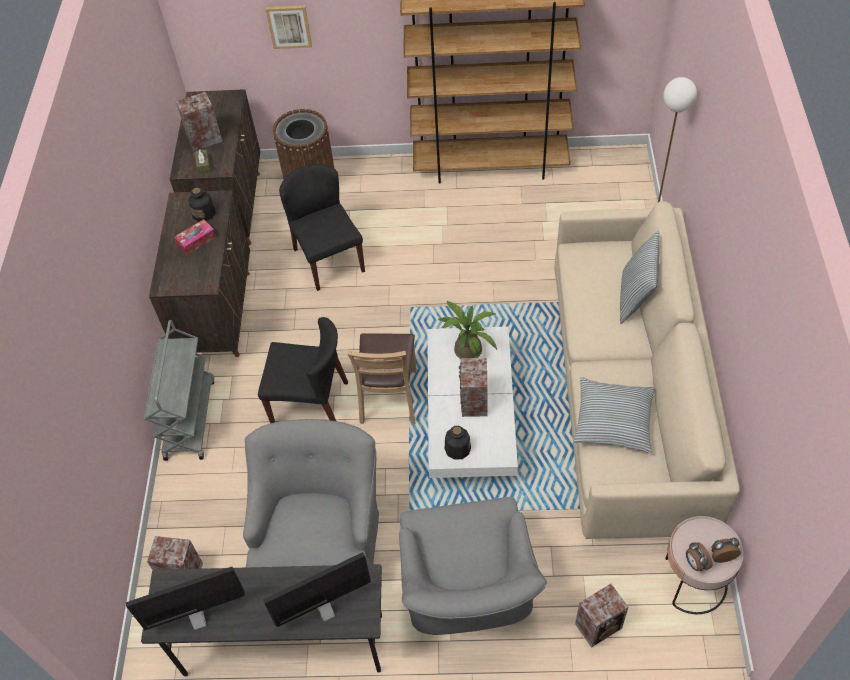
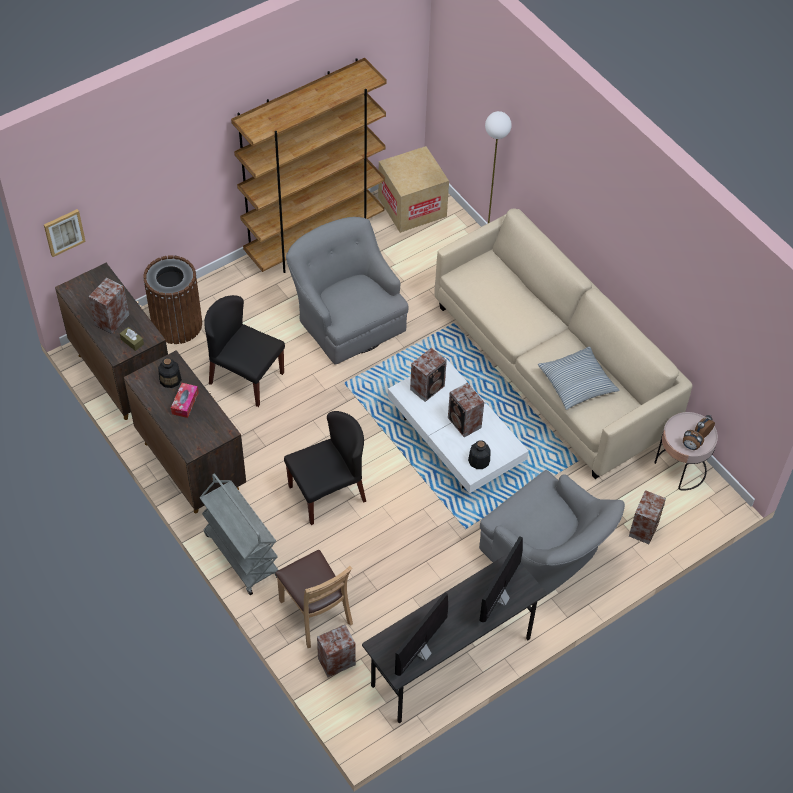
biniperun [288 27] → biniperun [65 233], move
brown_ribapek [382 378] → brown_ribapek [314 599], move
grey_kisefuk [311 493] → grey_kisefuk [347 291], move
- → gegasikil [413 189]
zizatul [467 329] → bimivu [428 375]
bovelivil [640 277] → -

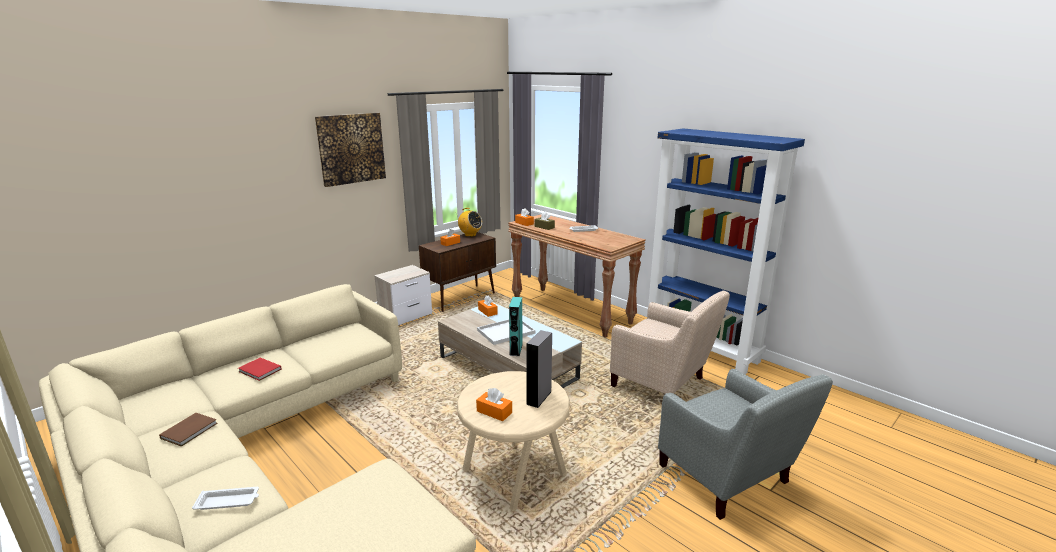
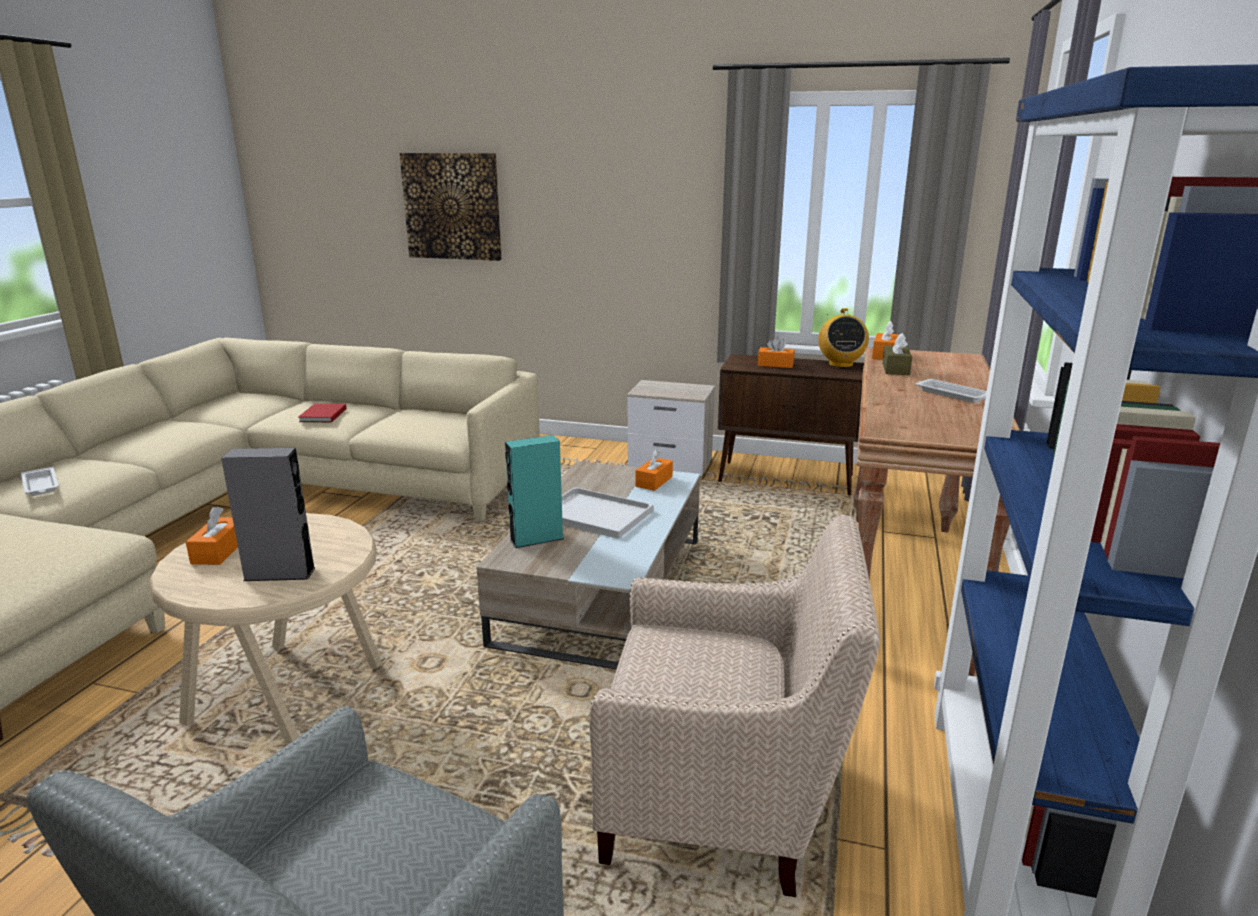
biniperun [350 150] → biniperun [451 207], move
beige_kisefuk [670 342] → beige_kisefuk [734 705], 90 degrees counterclockwise
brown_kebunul [188 430] → -

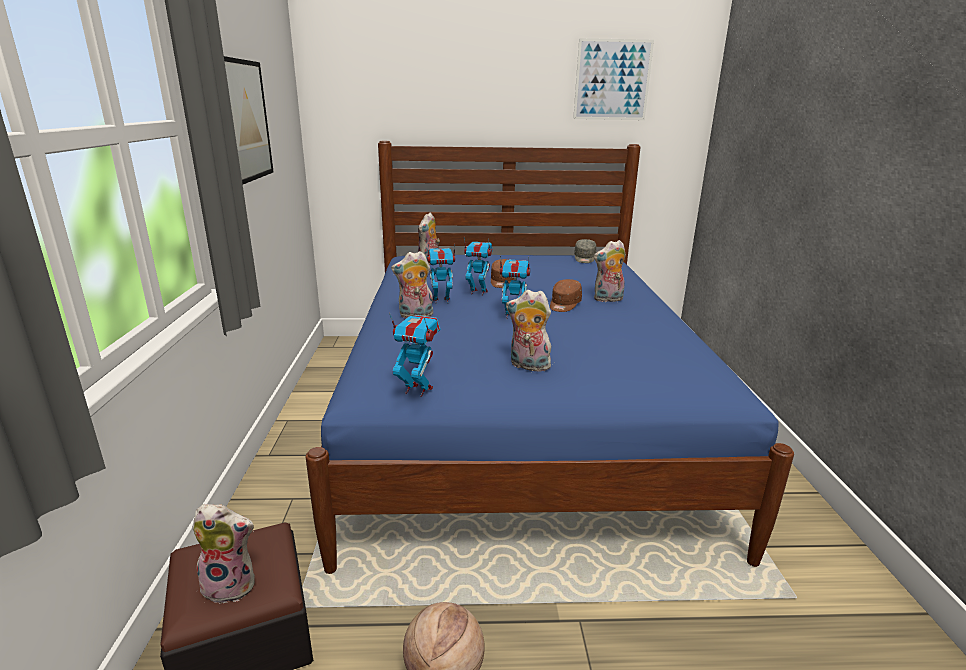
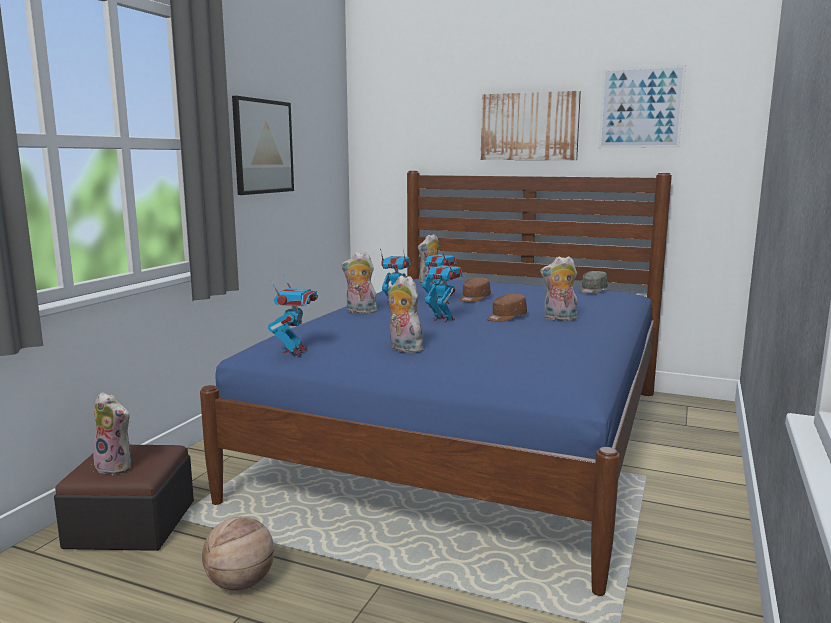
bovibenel [414 355] → bovibenel [293 314], 60 degrees clockwise
- → biniperun [531 125]

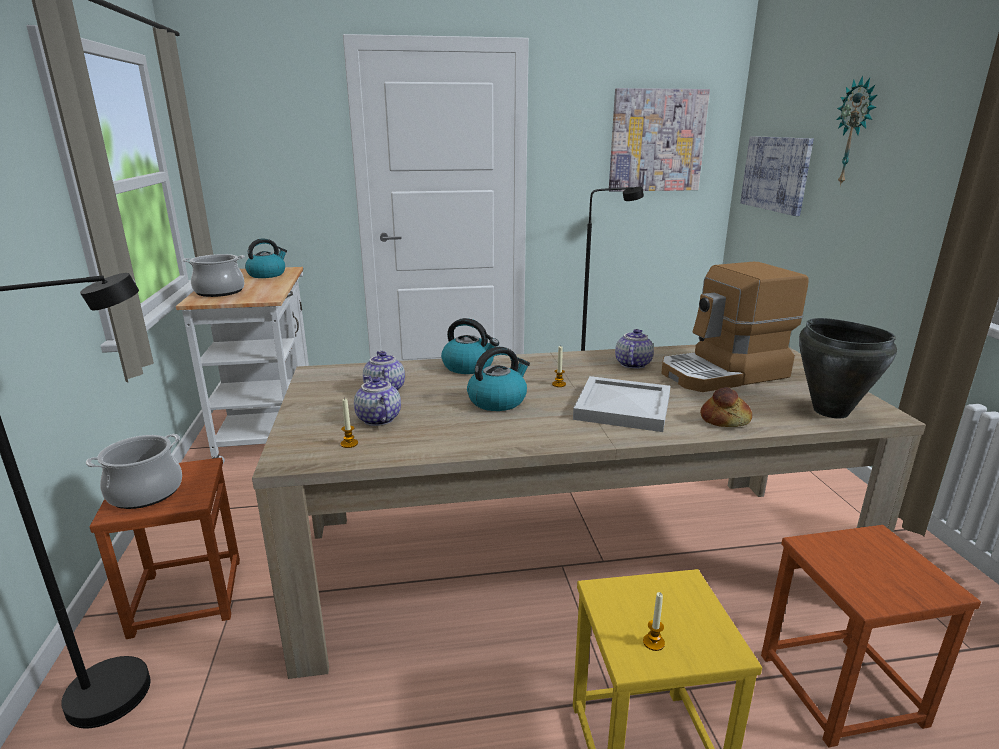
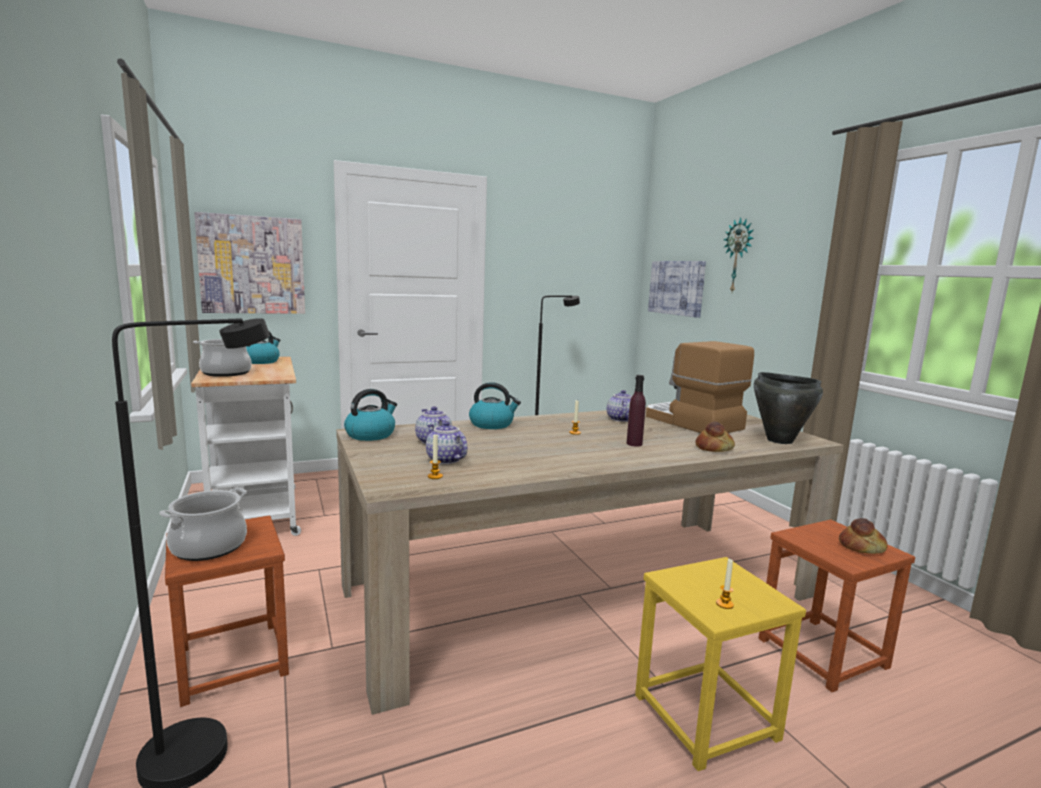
biniperun [659 140] → biniperun [249 263], move
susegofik [498 379] → susegofik [370 415], move
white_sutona [621 404] → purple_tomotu [636 411]
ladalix [735 327] → ladalix [700 387], 90 degrees clockwise
- → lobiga [863 536]

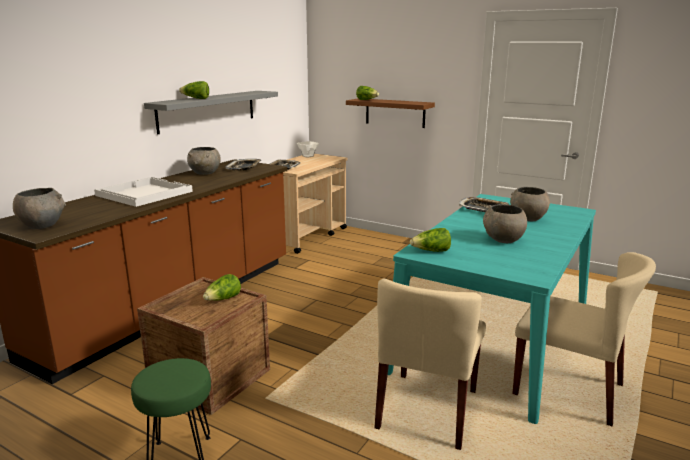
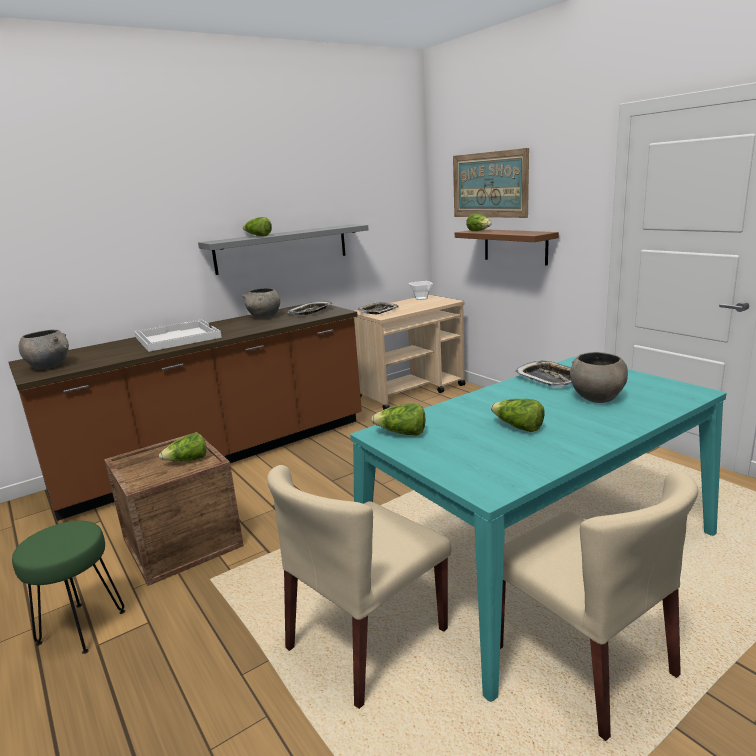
- → biniperun [491 183]
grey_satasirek [505 224] → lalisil [517 415]

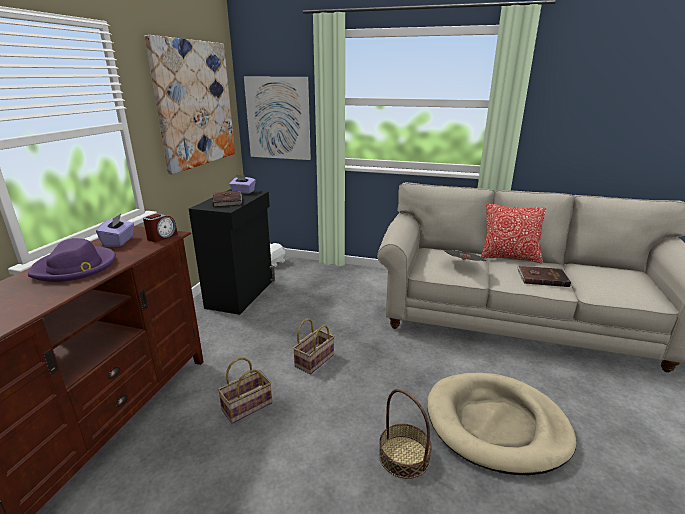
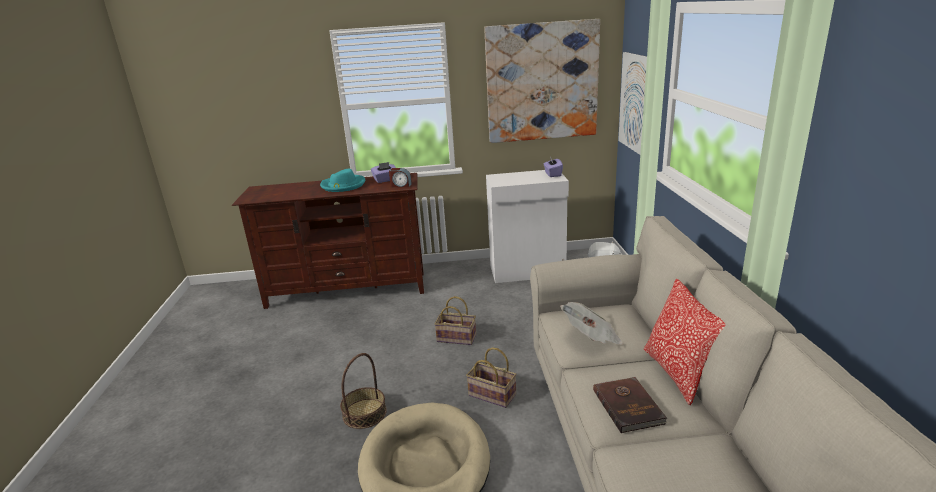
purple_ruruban [72 260] → turquoise_ruruban [342 180]
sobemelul [245 390] → sobemelul [491 377], move
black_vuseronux [232 252] → white_vuseronux [527 226]
brown_kebunul [227 199] → -

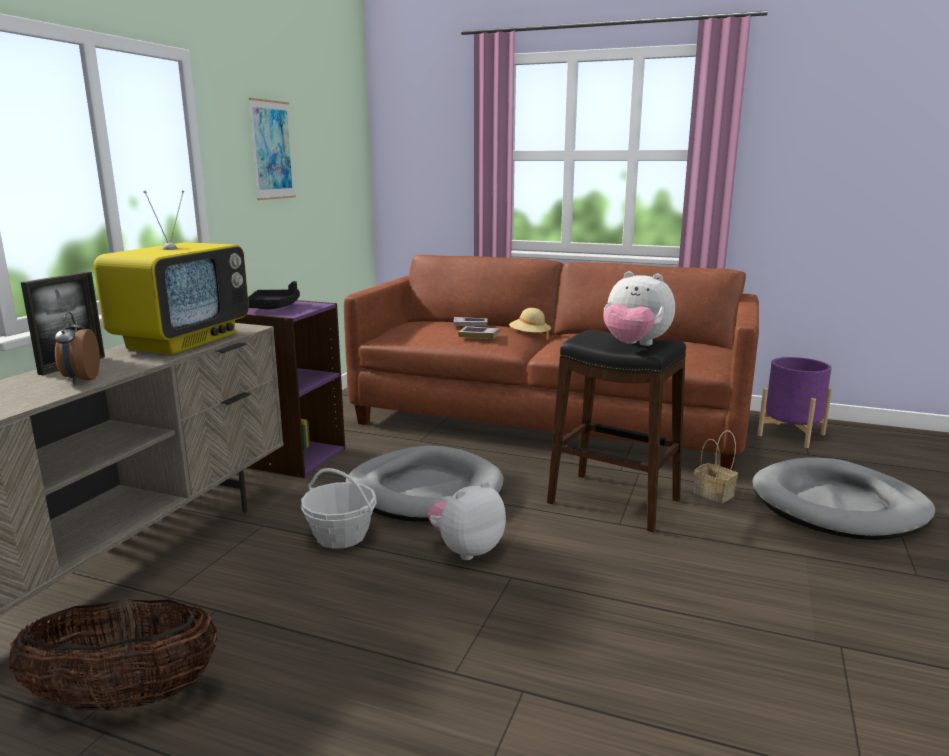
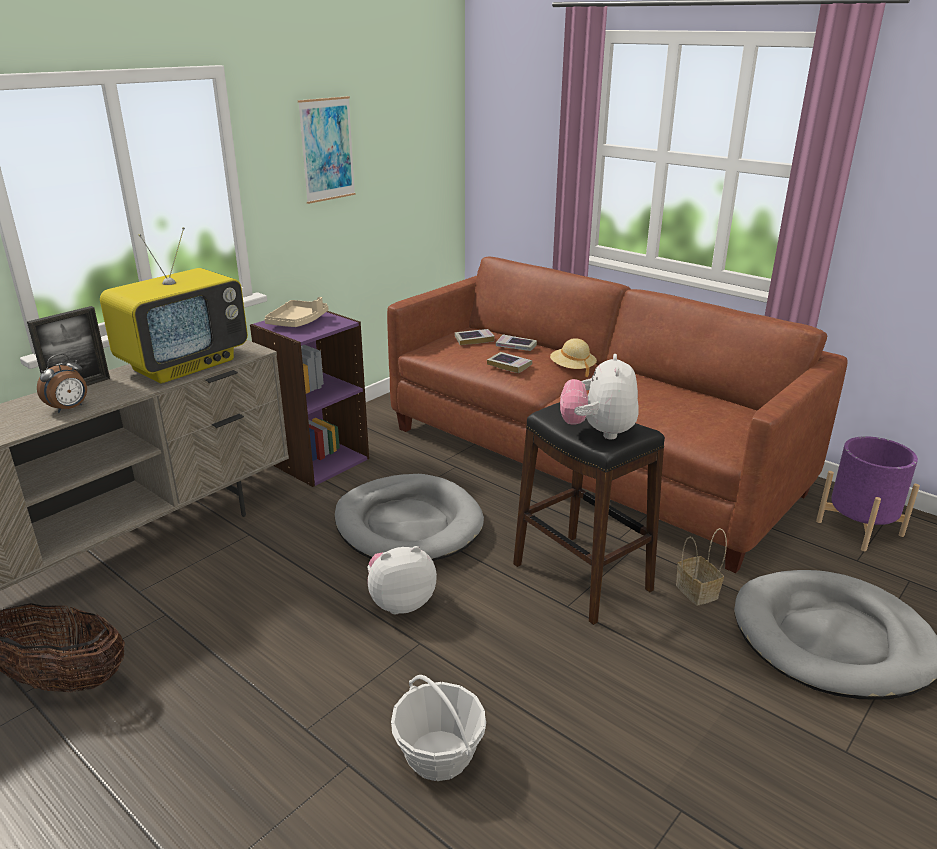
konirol [77 348] → konirol [62 383], 150 degrees counterclockwise
black_sutona [274 295] → beige_sutona [296 312]
sobemelul [339 508] → sobemelul [438 728], move
- → kebunul [474 337]
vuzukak [639 308] → vuzukak [599 396], 45 degrees clockwise

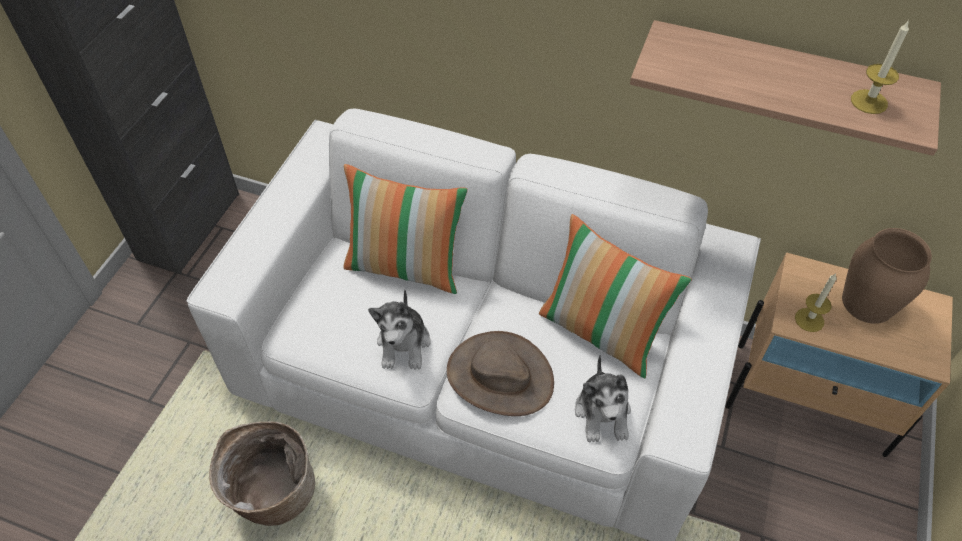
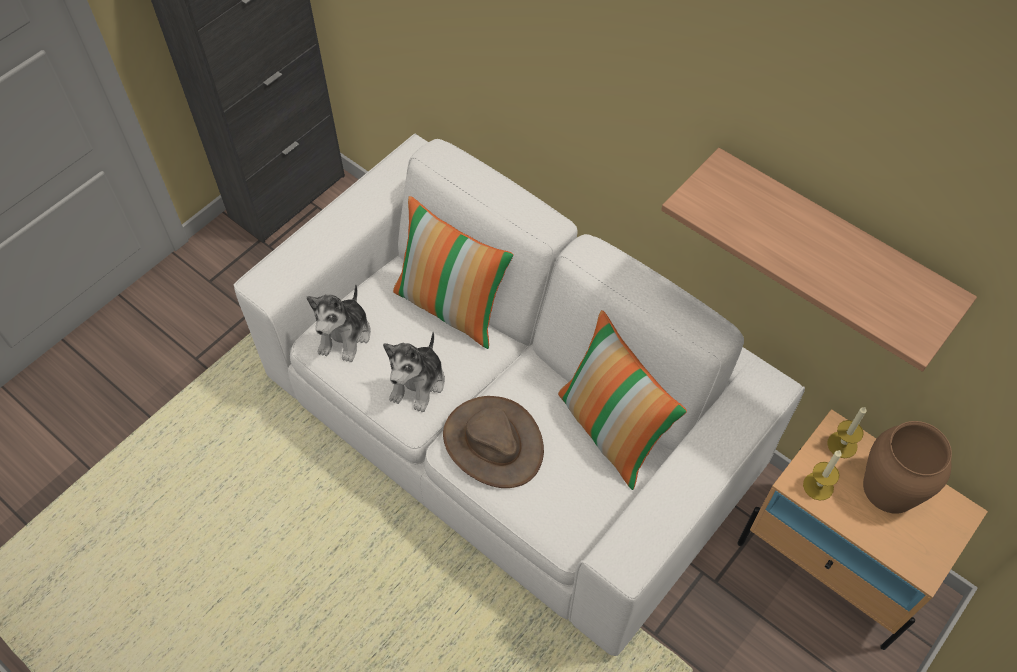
vuzukak [603 399] → vuzukak [338 323], move
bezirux [880 67] → bezirux [847 432], move
sobemelul [262 473] → -

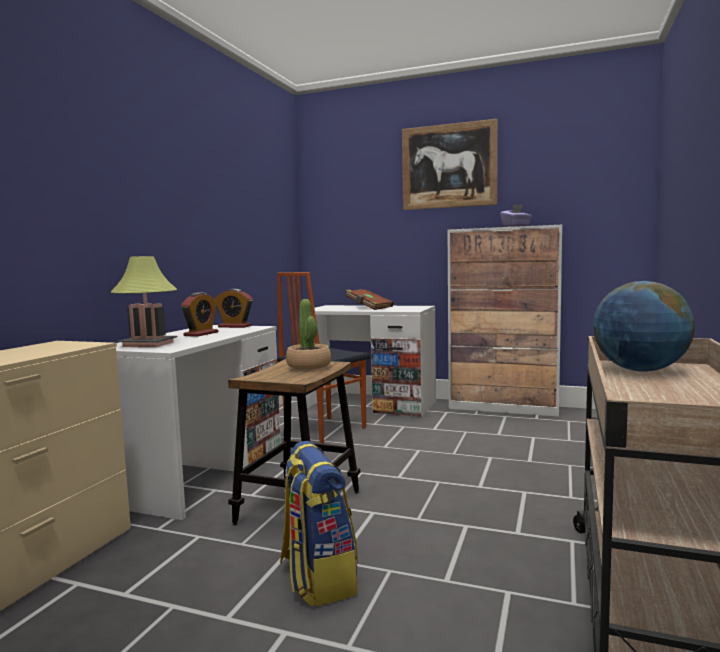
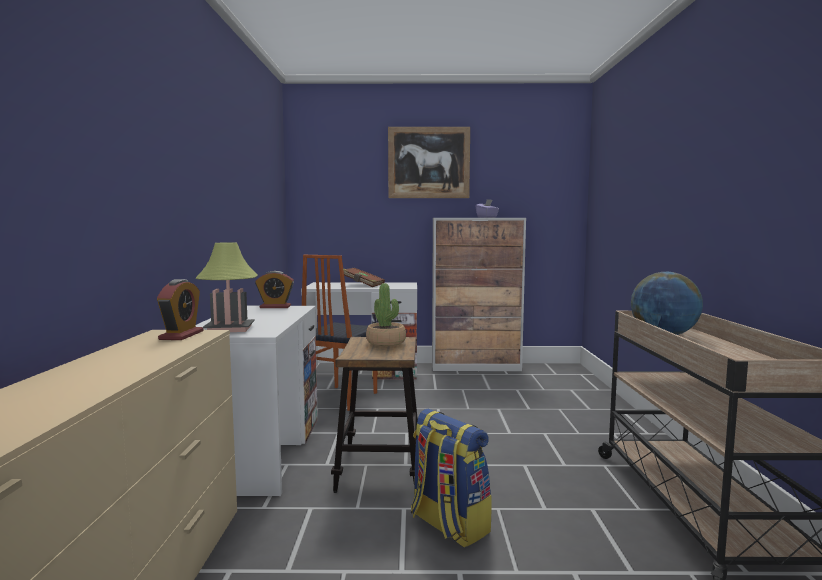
konirol [199 314] → konirol [180 309], move

